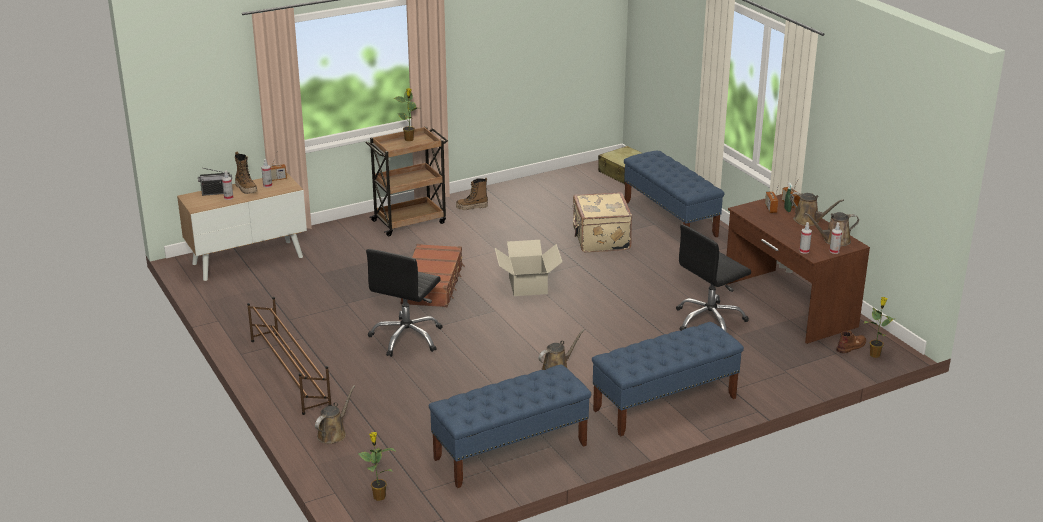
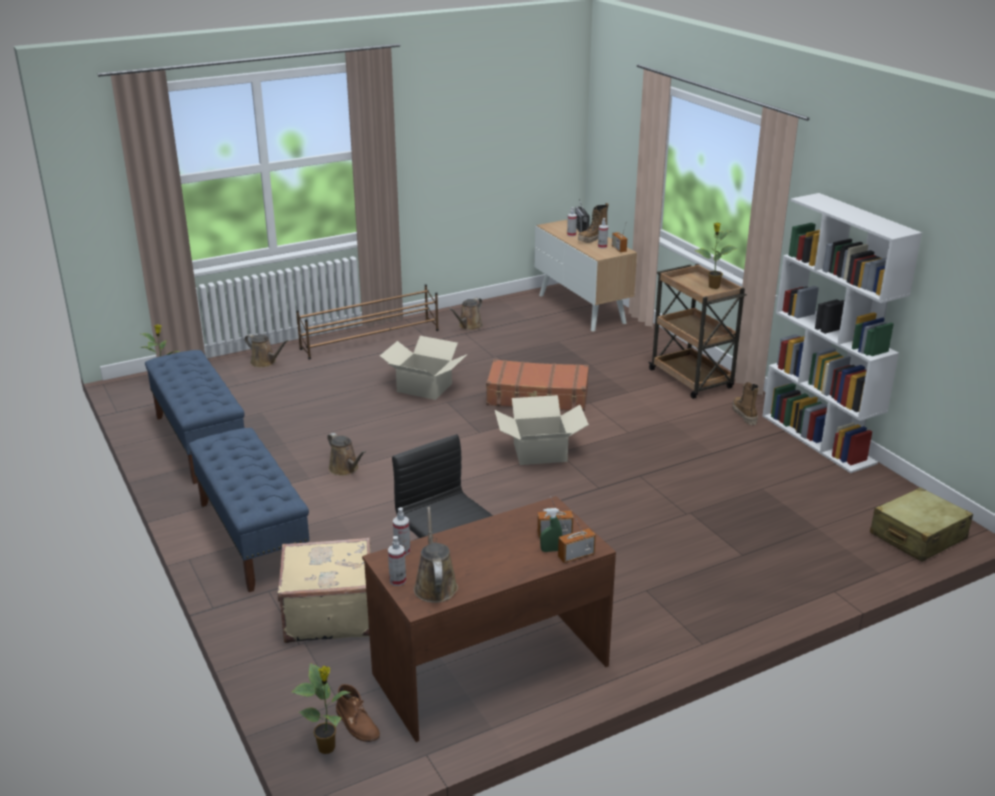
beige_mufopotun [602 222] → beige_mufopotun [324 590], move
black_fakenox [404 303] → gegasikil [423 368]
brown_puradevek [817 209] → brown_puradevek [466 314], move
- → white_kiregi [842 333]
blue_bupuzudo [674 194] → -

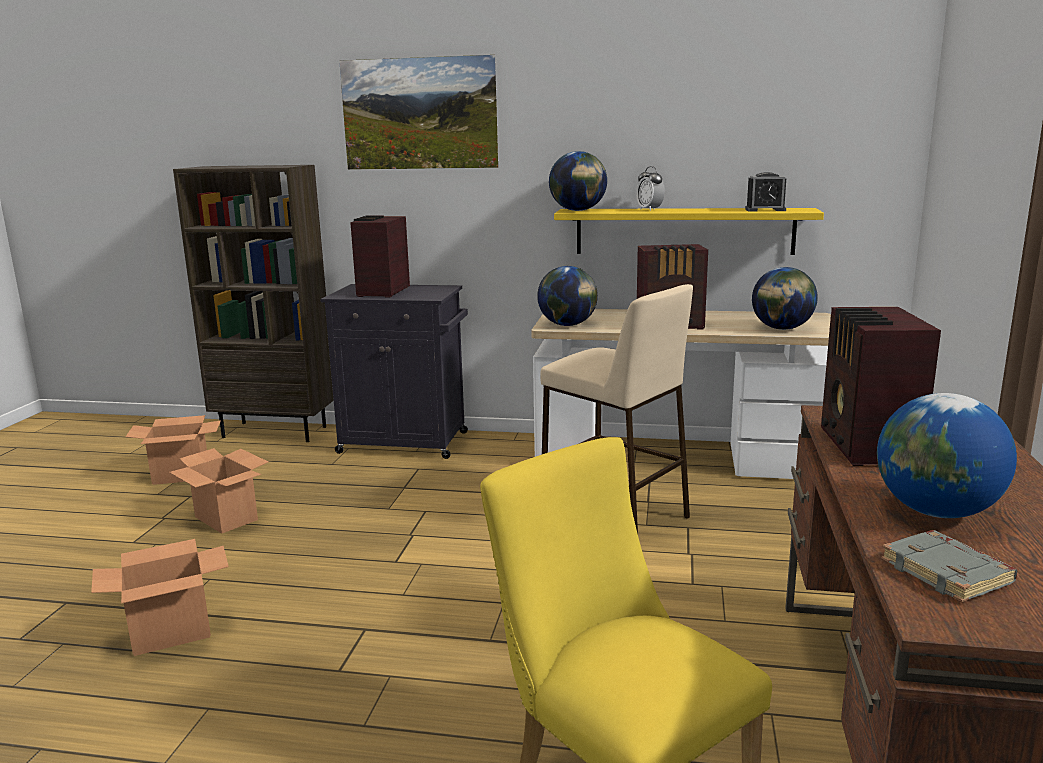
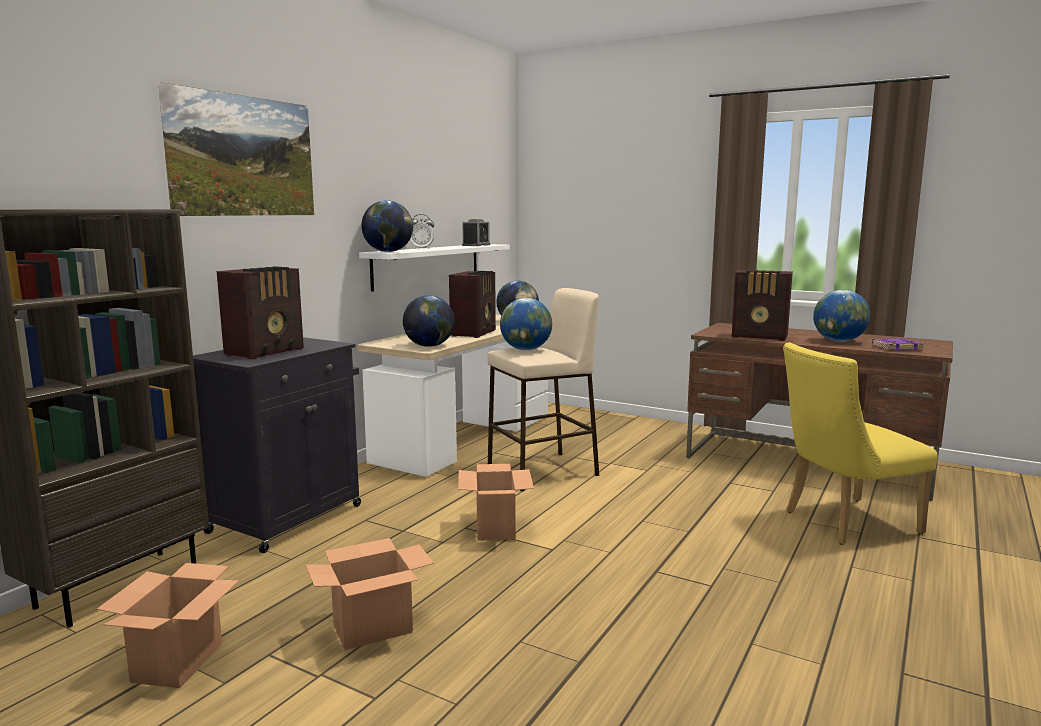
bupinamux [380 256] → bupinamux [260 313], 90 degrees counterclockwise
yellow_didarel [689 231] → white_didarel [434 268]
gegasikil [160 597] → gegasikil [496 502], move
- → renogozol [526 324]
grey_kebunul [949 566] → purple_kebunul [898 344]

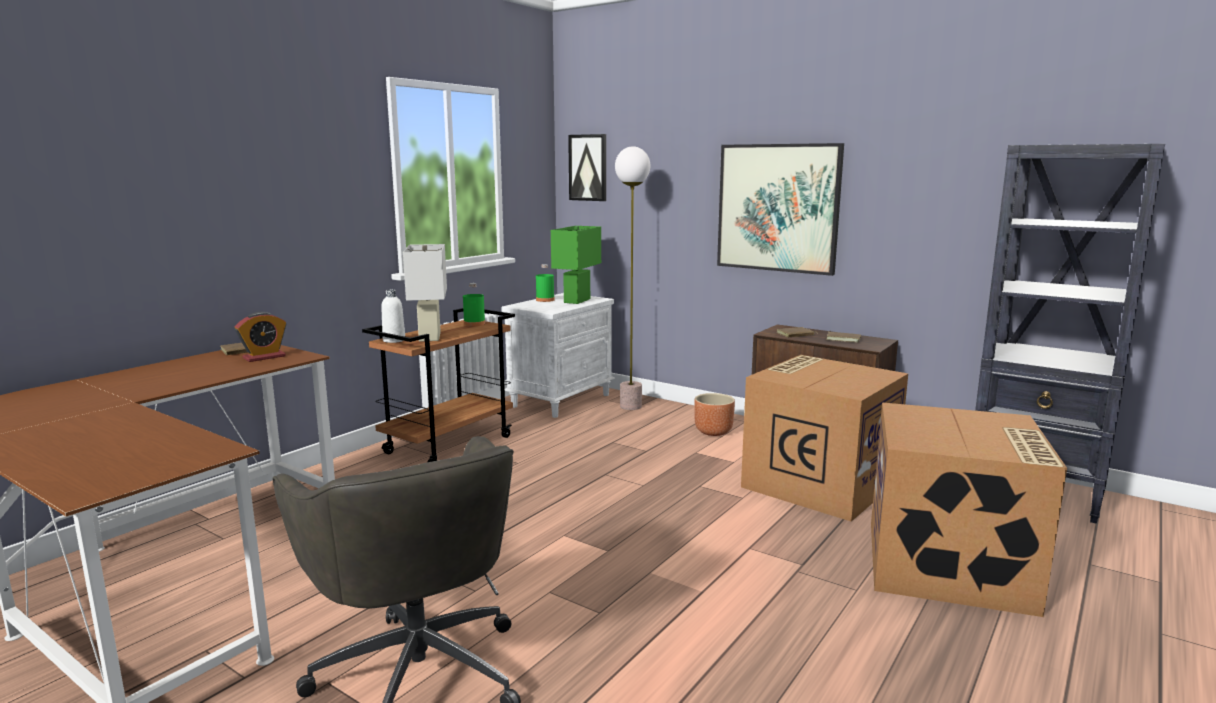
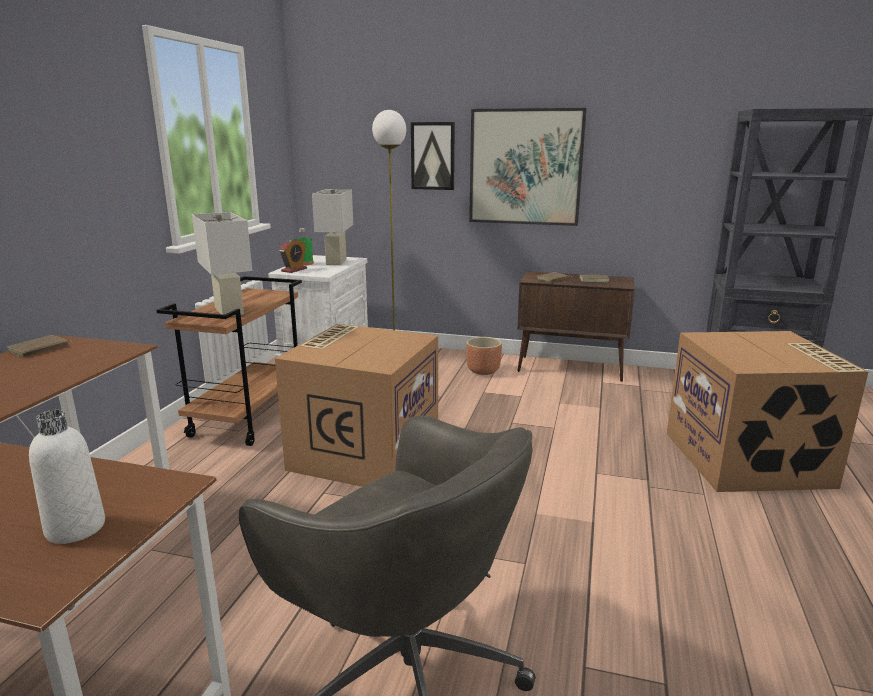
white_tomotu [393 316] → white_tomotu [67 477], move
gegasikil [824 438] → gegasikil [356 405], move
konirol [260 337] → konirol [293 255], move
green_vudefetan [576 265] → white_vudefetan [332 227]
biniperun [587 167] → biniperun [433 156], move
green_tomotu [474 304] → -

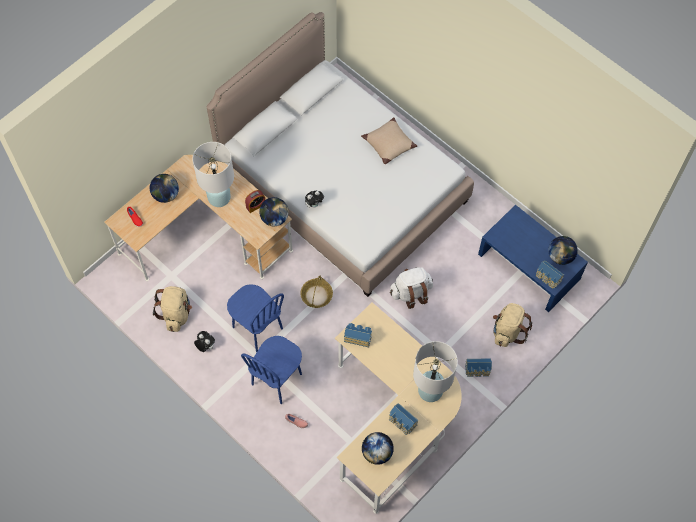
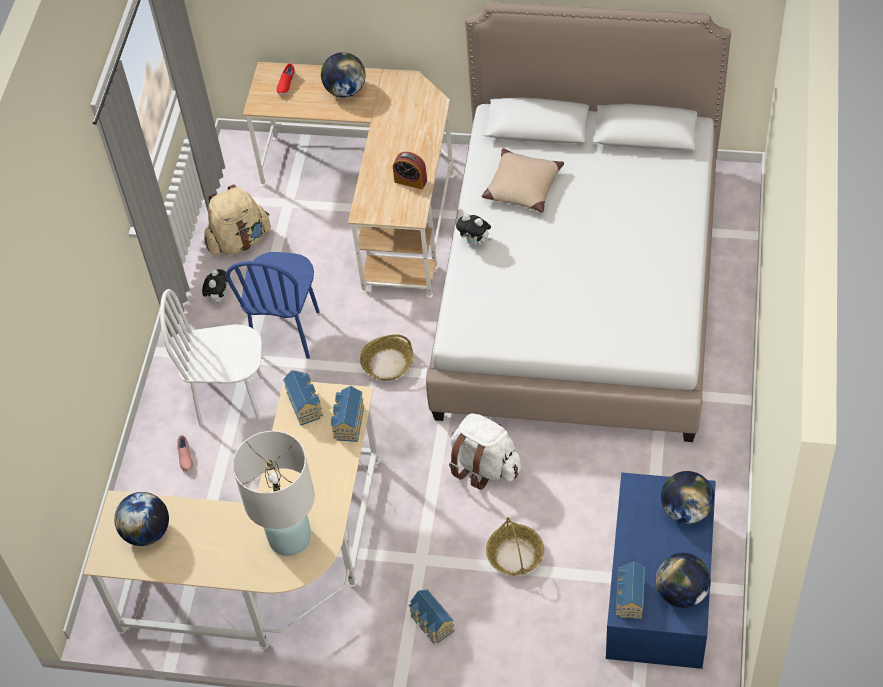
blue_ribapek [271 370] → white_ribapek [211 357]
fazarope [404 419] → fazarope [347 414], move
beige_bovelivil [389 140] → beige_bovelivil [523 180], move
- → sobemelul [515 546]
renogozol [274 211] → renogozol [687 497], move
white_vudefetan [213 174] → -
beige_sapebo [512 325] → -

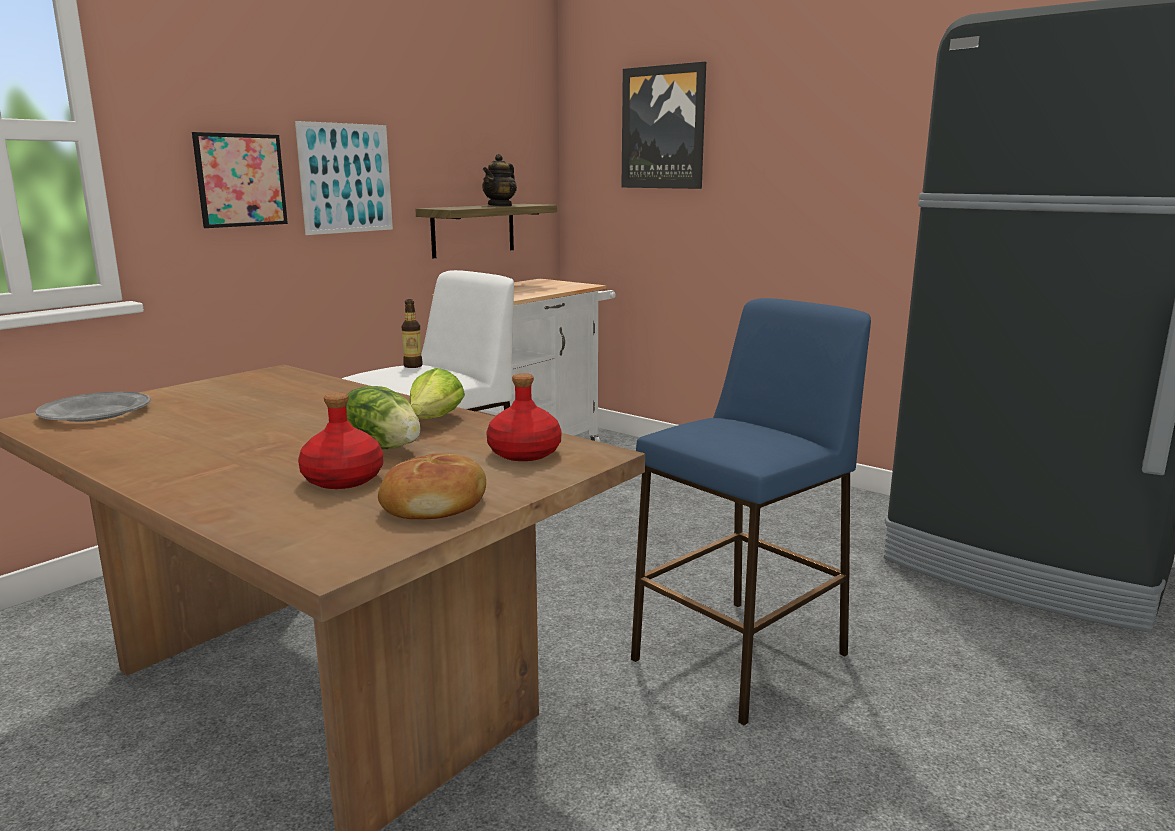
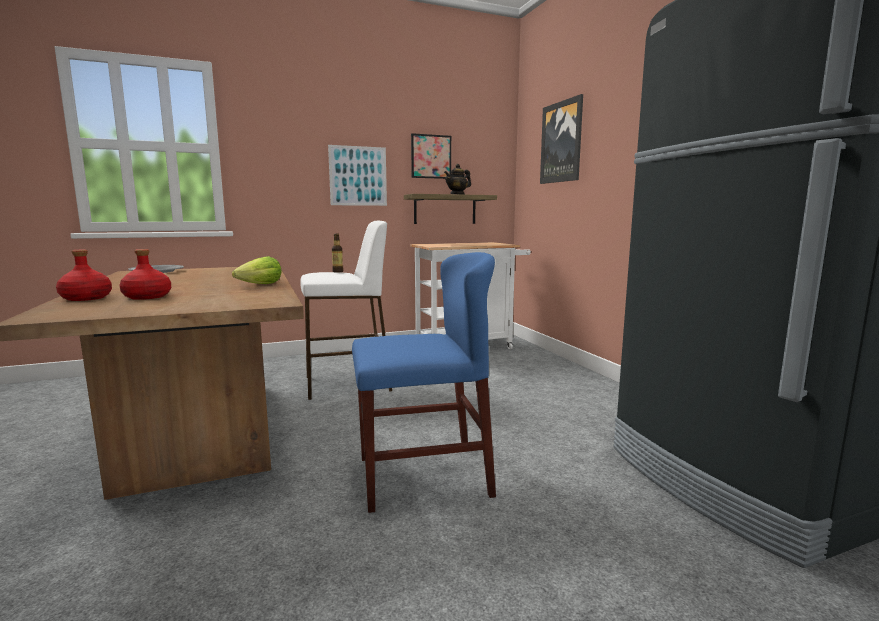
red_tomotu [524 417] → red_tomotu [84 275], move
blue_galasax [751 511] → blue_ribapek [424 382]
biniperun [240 180] → biniperun [431 156], move
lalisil [383 418] → -
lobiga [432 486] → -

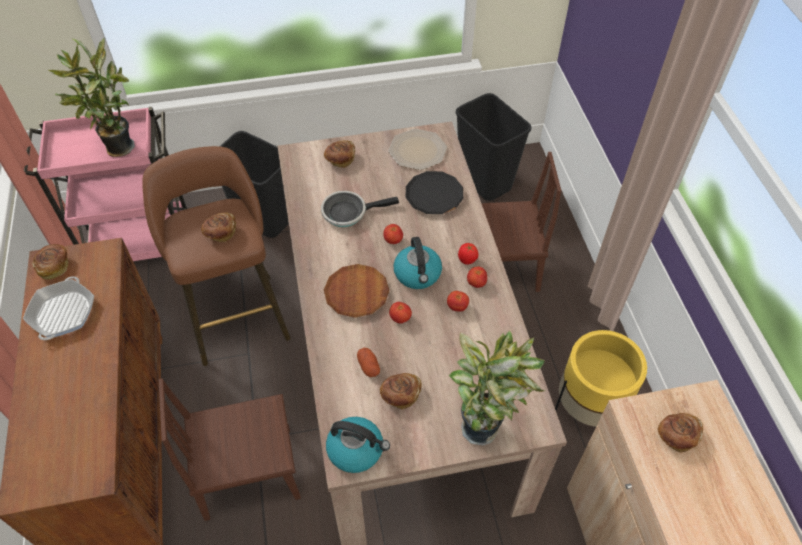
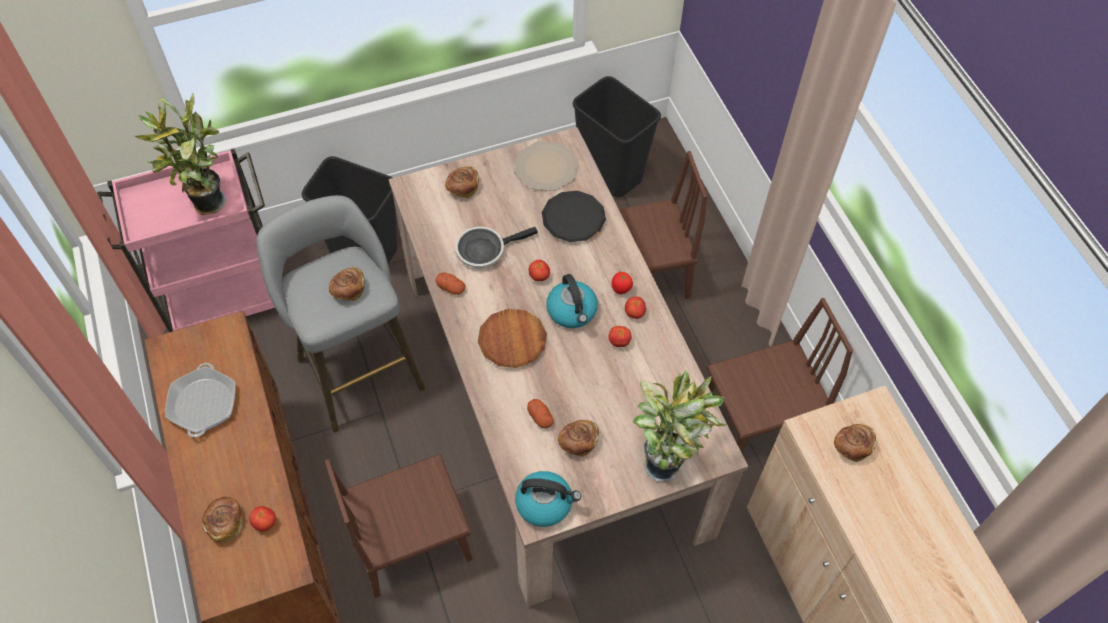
lobiga [50 262] → lobiga [222 520], move
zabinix [400 313] → zabinix [262 518], move
brown_galasax [216 256] → grey_galasax [340 313]
- → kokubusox [451 284]
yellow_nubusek [601 378] → brown_ribapek [780 375]

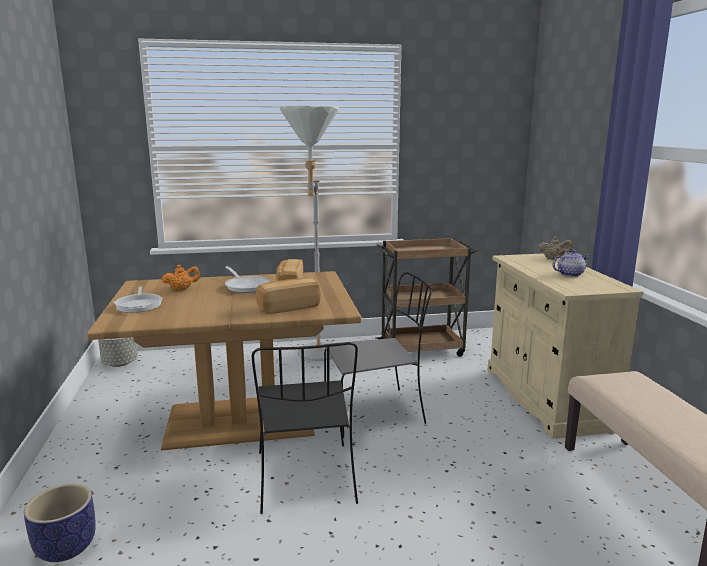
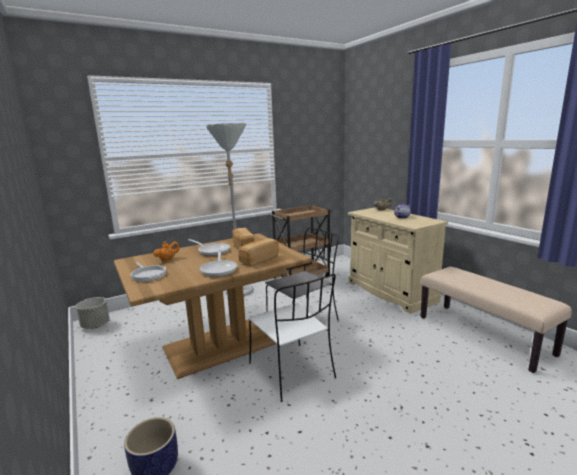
- → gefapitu [218 263]
black_ribapek [305 428] → white_ribapek [292 338]

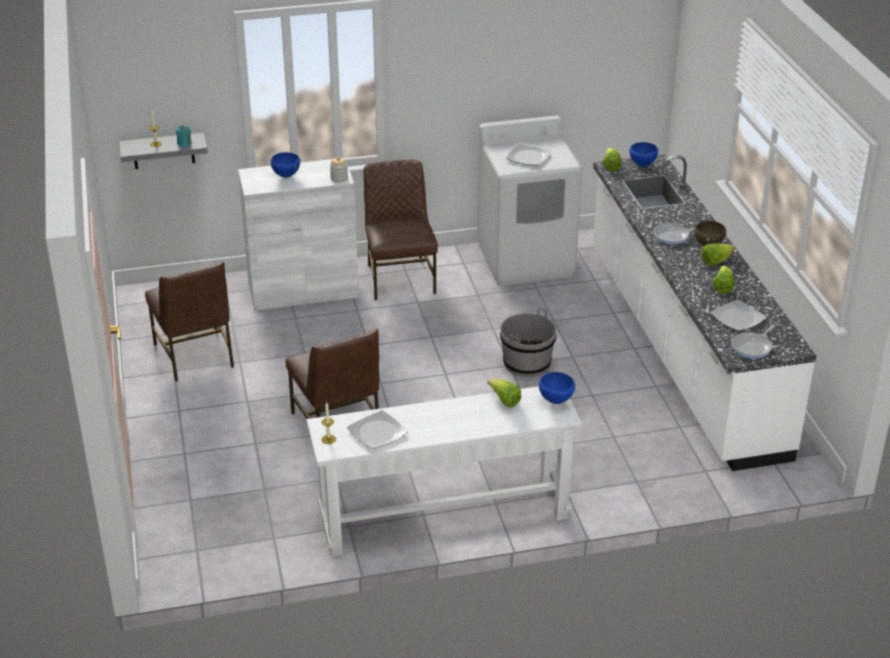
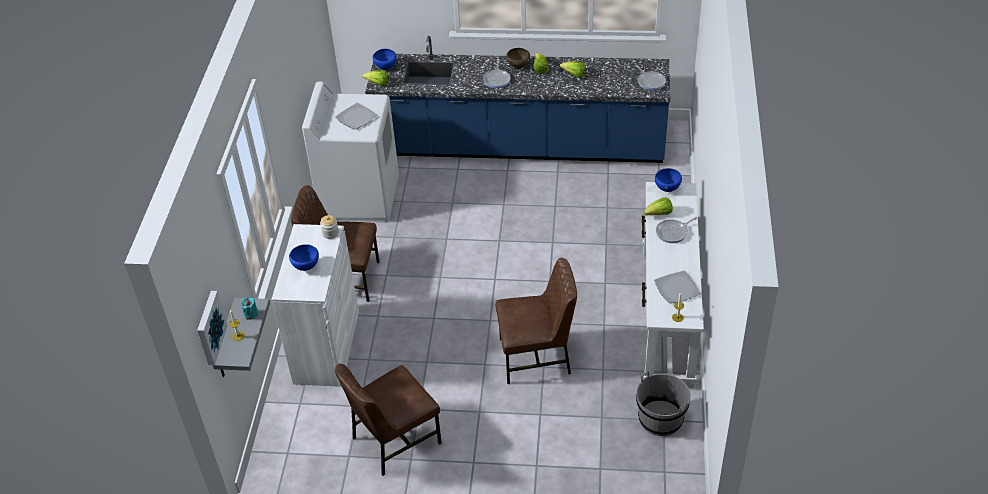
- → biniperun [212 328]
brown_ribapek [189 322] → brown_ribapek [388 420], 150 degrees clockwise
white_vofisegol [705 312] → blue_vofisegol [517 99]
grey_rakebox [528 342] → grey_rakebox [663 403], move
- → gefapitu [677 230]
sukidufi [738 315] → -

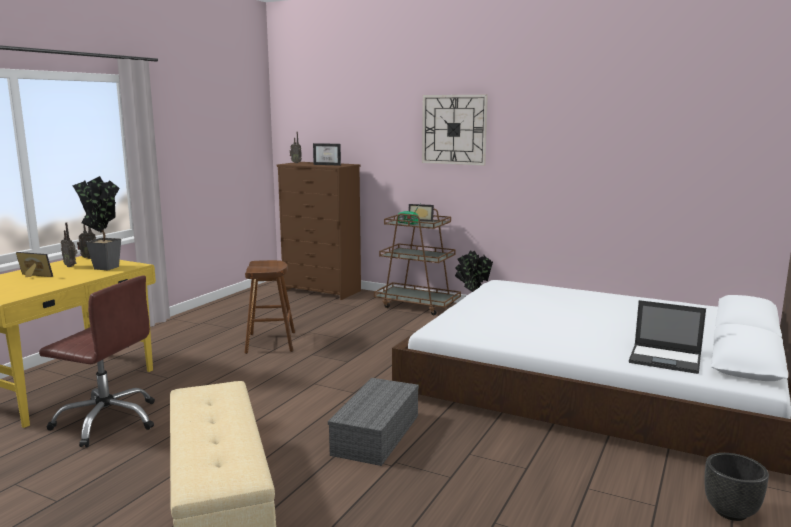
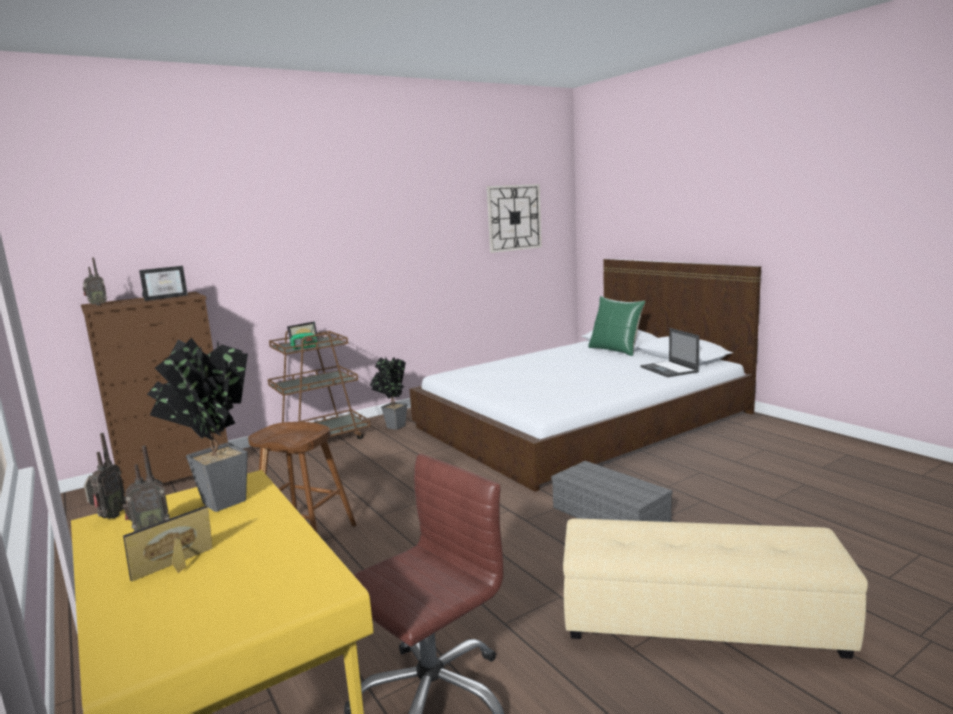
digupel [455 130] → digupel [514 218], move
- → green_bovelivil [616 326]
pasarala [667 337] → pasarala [669 352], 105 degrees clockwise
black_nubusek [737 487] → -

